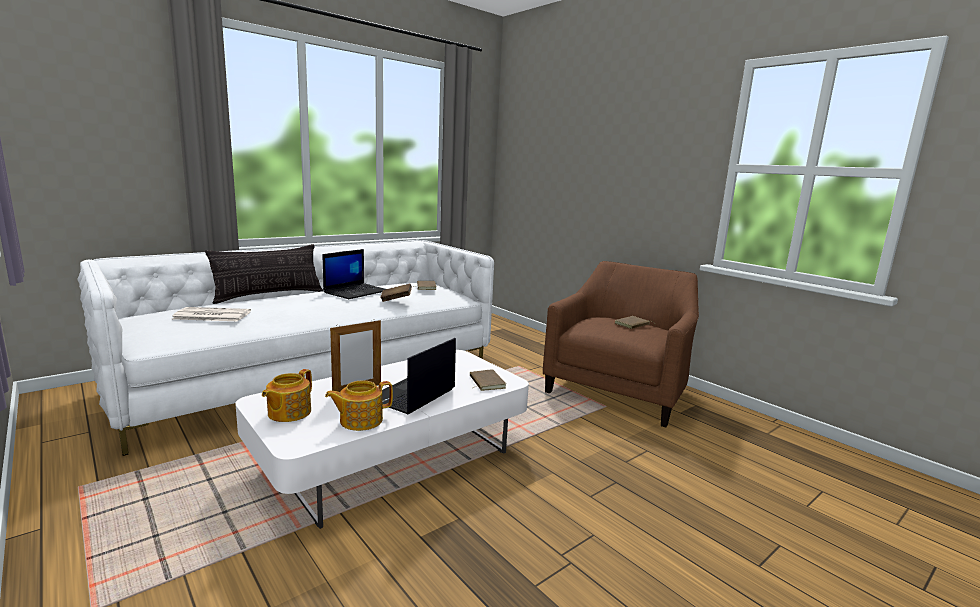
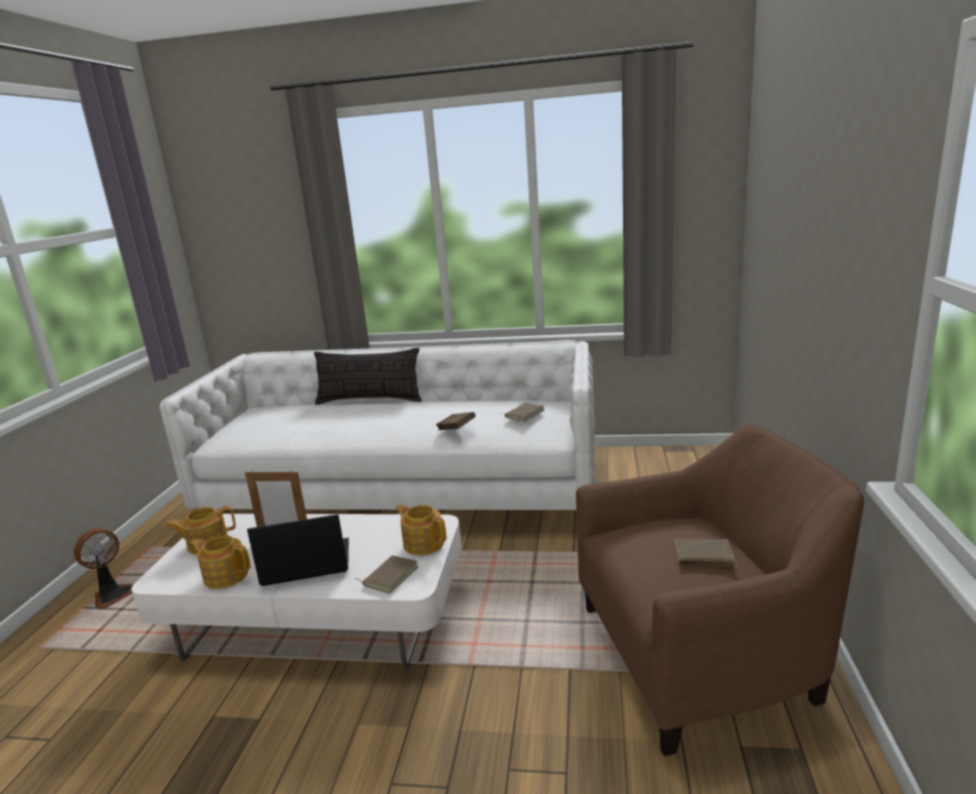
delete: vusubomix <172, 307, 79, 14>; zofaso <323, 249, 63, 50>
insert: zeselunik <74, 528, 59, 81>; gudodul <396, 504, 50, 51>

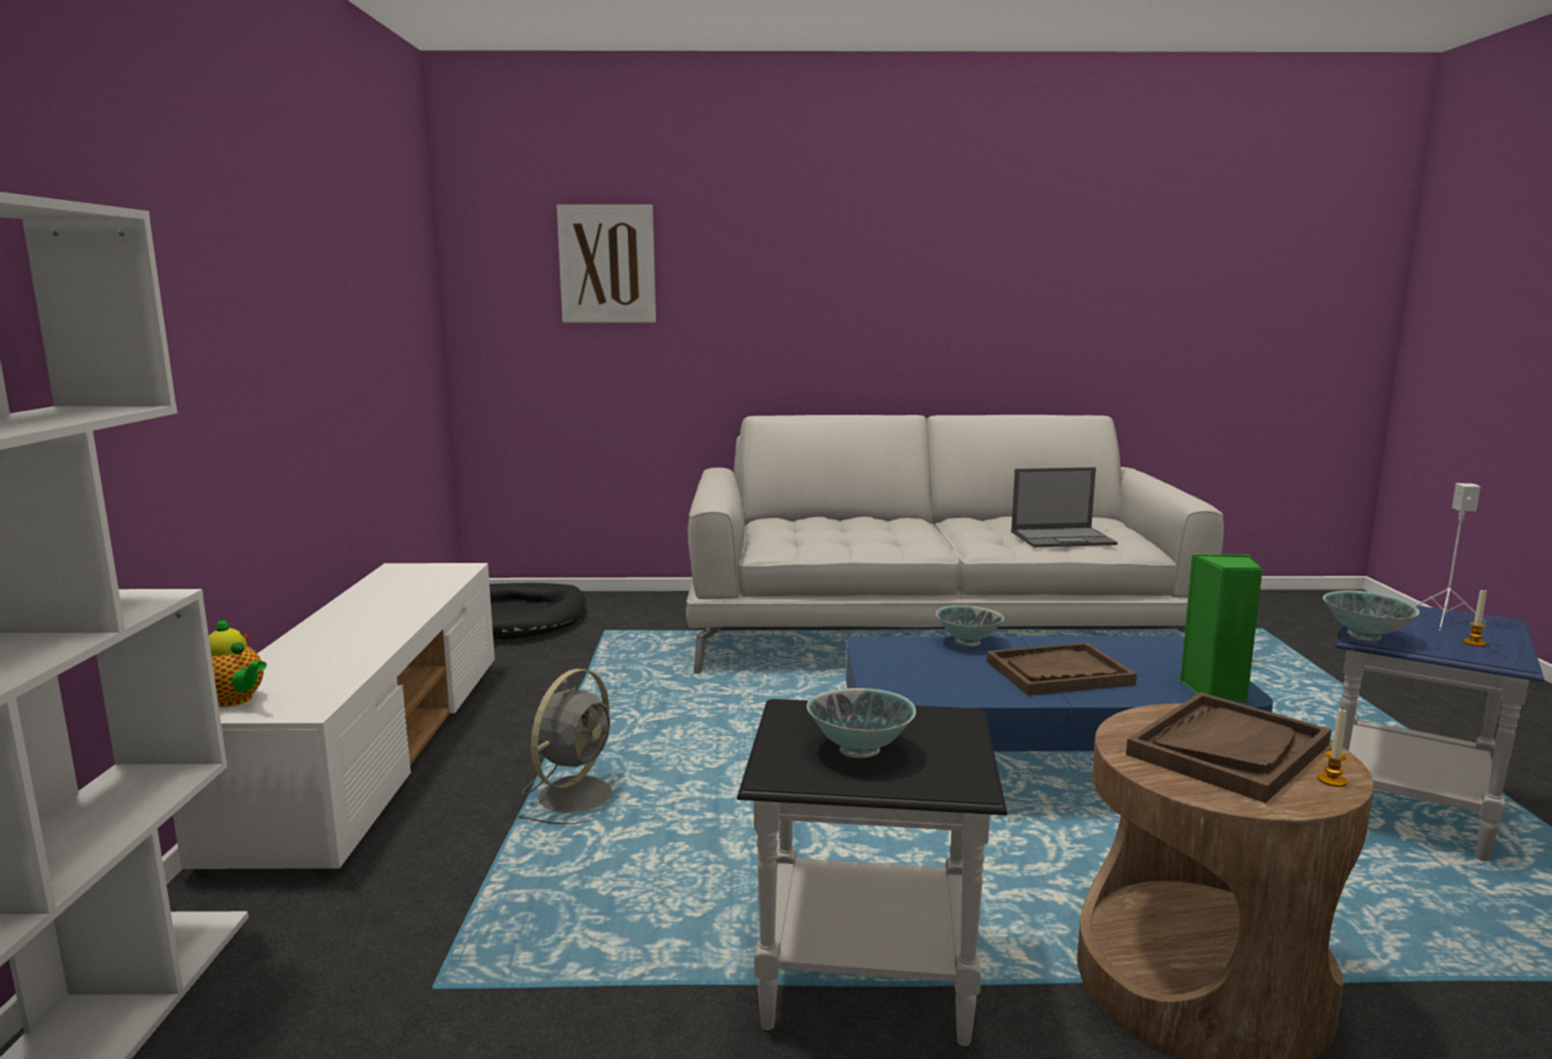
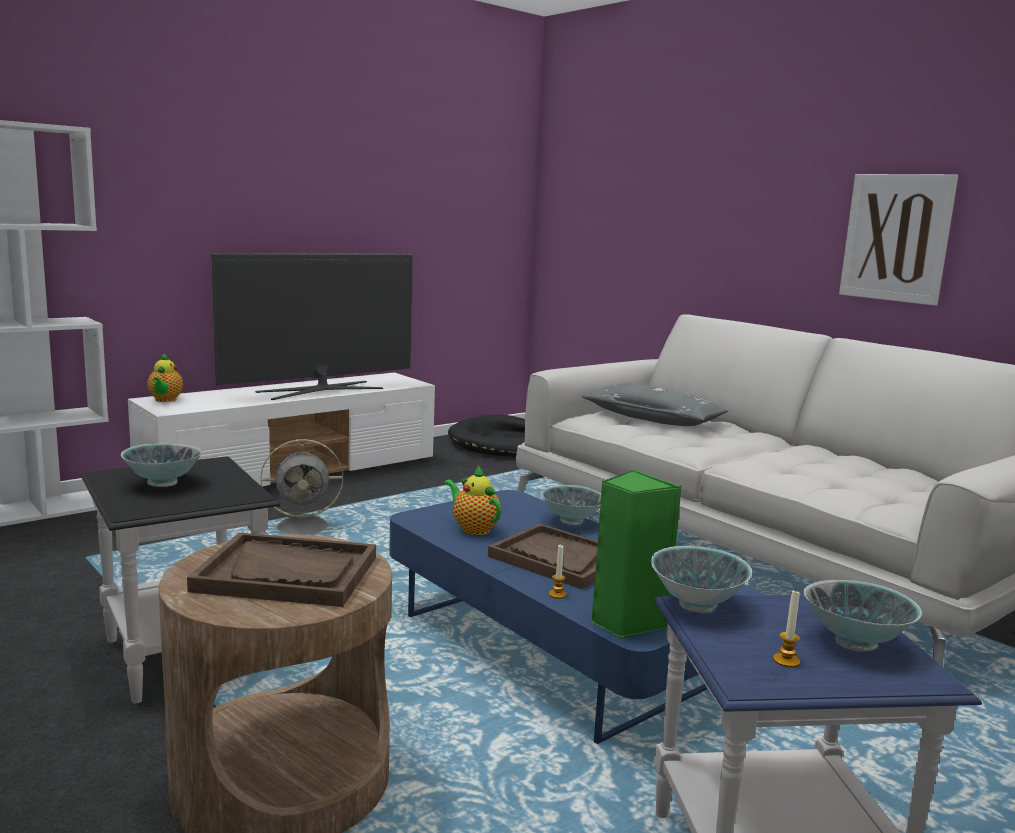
delete: zofaso <1011, 467, 107, 80>
insert: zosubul <211, 253, 202, 147>; gudodul <444, 466, 57, 69>; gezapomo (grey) <582, 384, 146, 42>
move: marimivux <557, 205, 99, 118> to <839, 174, 119, 132>; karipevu <1317, 707, 31, 80> to <549, 545, 18, 54>
replace: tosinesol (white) <1415, 483, 71, 147> to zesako <803, 580, 119, 72>

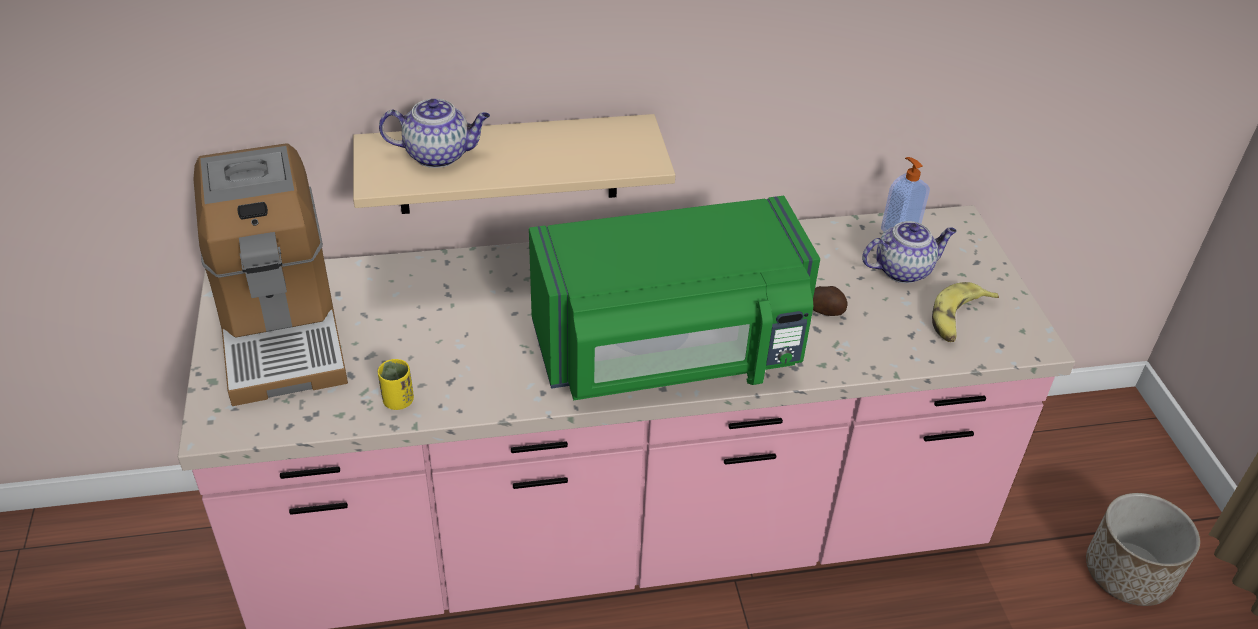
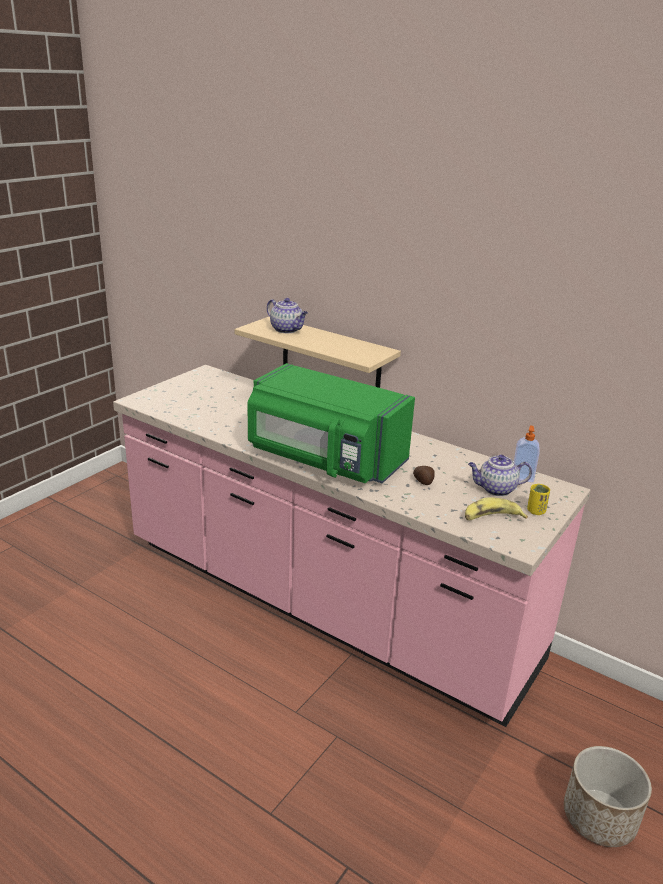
delete: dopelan <193, 143, 155, 263>
move: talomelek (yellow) <378, 359, 36, 51> to <527, 484, 23, 31>
rotate: gudodul <862, 221, 95, 62> = <468, 455, 64, 41> 150 degrees clockwise

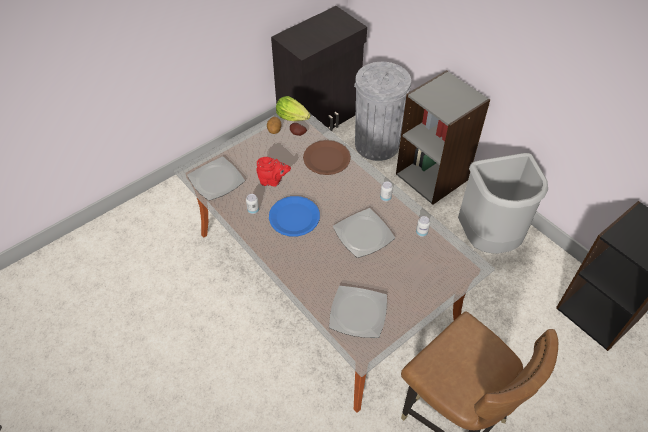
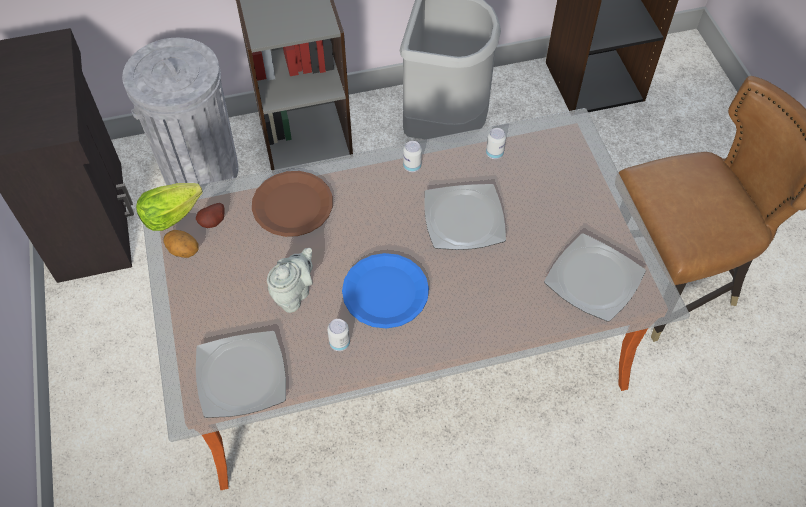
recolor: gudodul (red) <256, 157, 35, 30> to gudodul (grey) <267, 248, 46, 65>

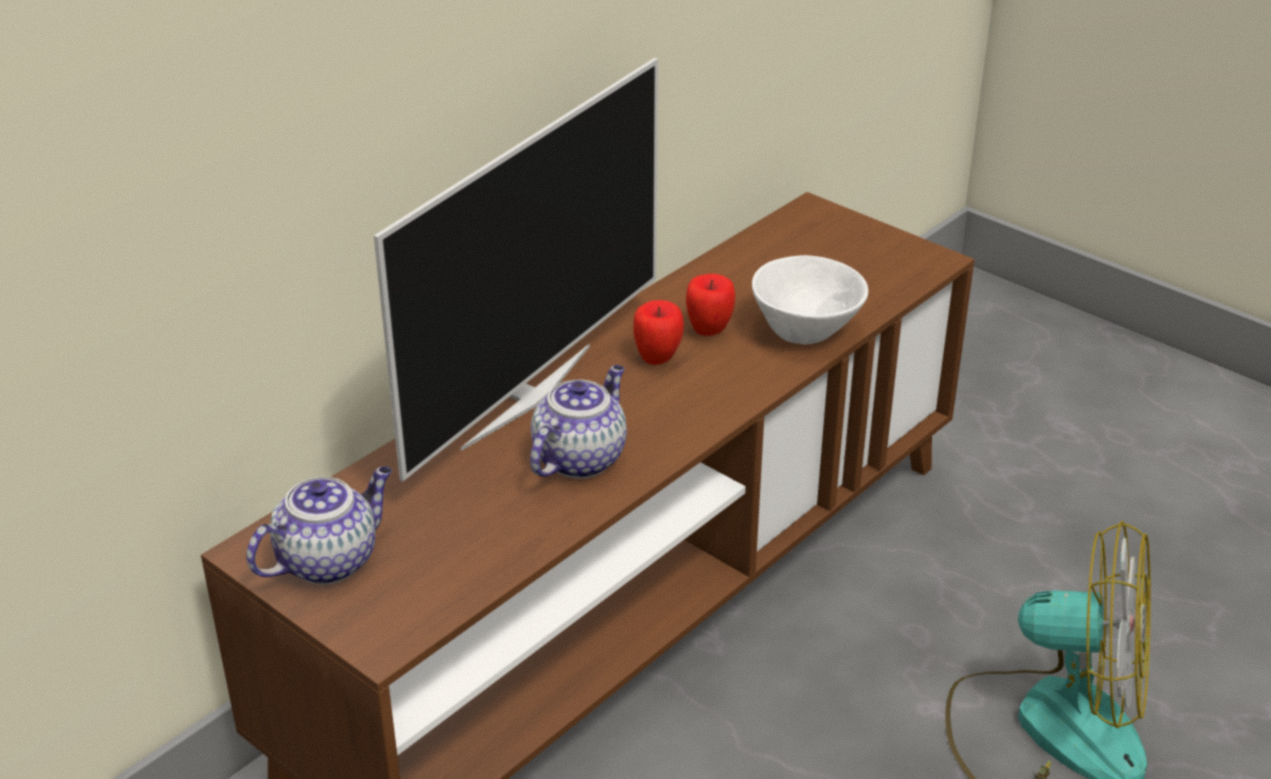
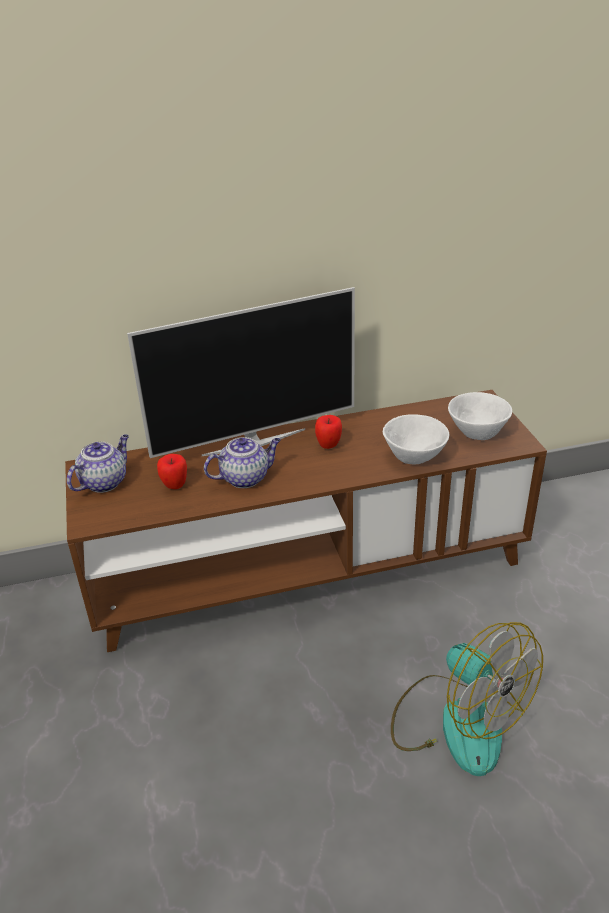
insert: zesako (white) <448, 392, 64, 48>
move: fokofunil <686, 274, 49, 62> to <157, 454, 30, 35>
rotate: gudodul <246, 466, 146, 119> = <67, 434, 62, 59> 45 degrees counterclockwise

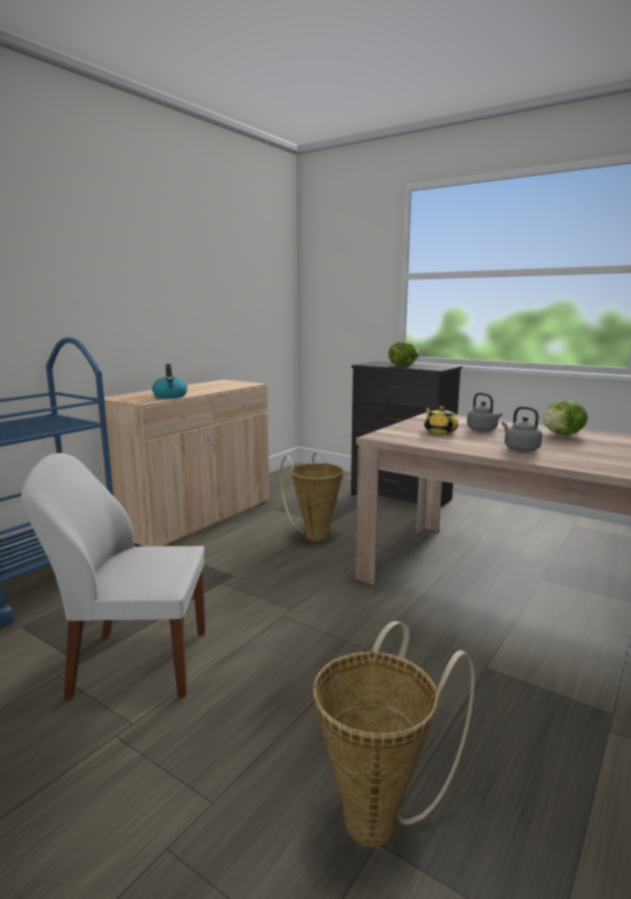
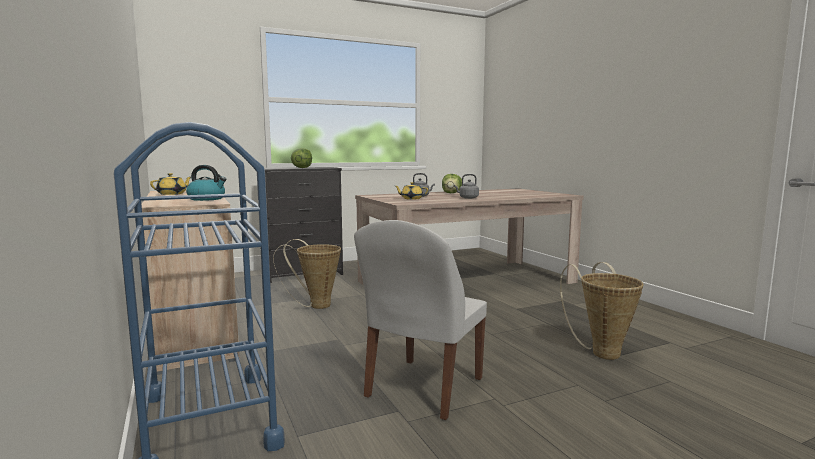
insert: gudodul (yellow) <150, 173, 41, 22>

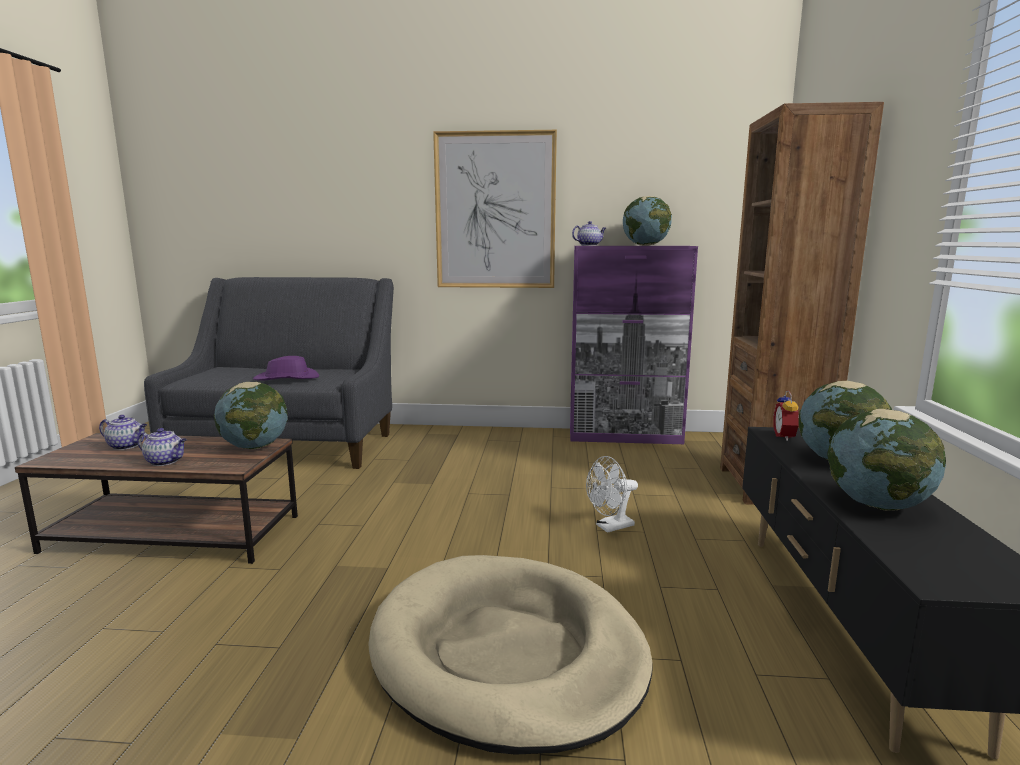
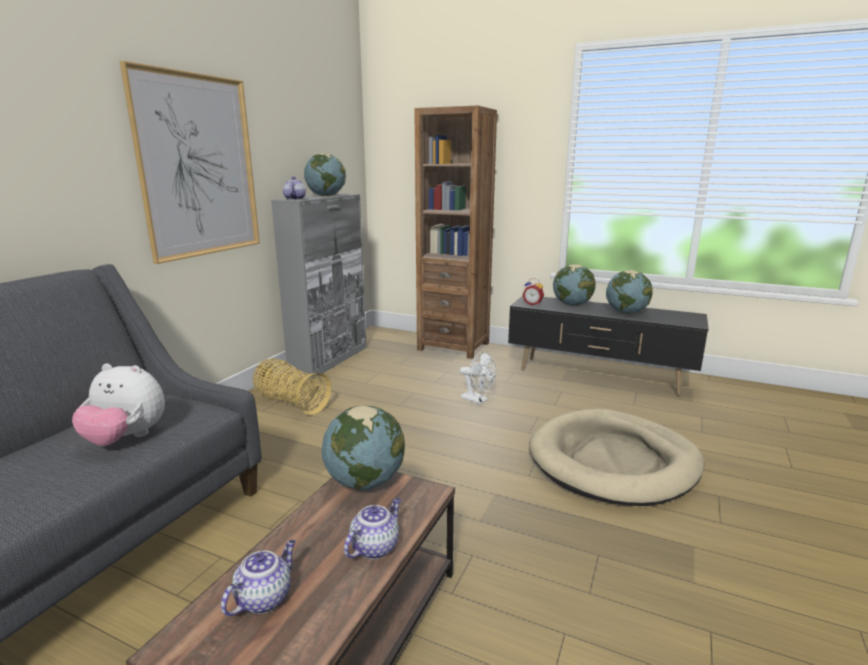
insert: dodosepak <253, 358, 78, 57>
replace: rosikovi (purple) <253, 356, 66, 25> to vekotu <72, 364, 93, 82>
recolor: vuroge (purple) <570, 246, 128, 198> to vuroge (grey) <271, 194, 96, 185>
rotate: zeselunik (white) <586, 456, 52, 77> = <460, 352, 36, 52> 45 degrees counterclockwise

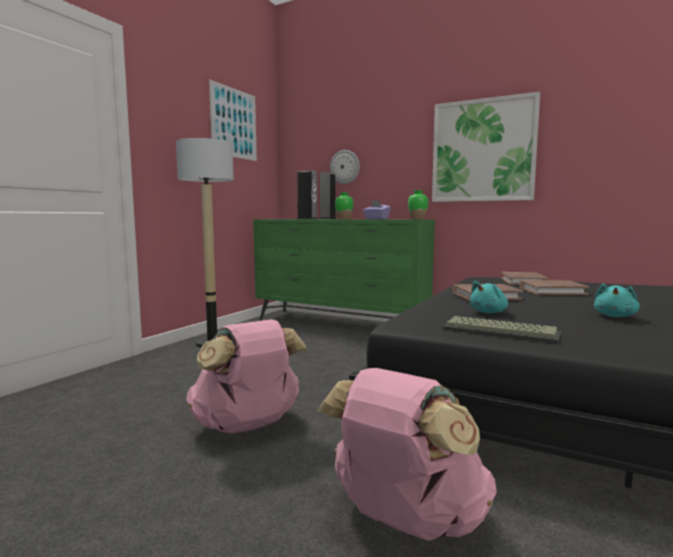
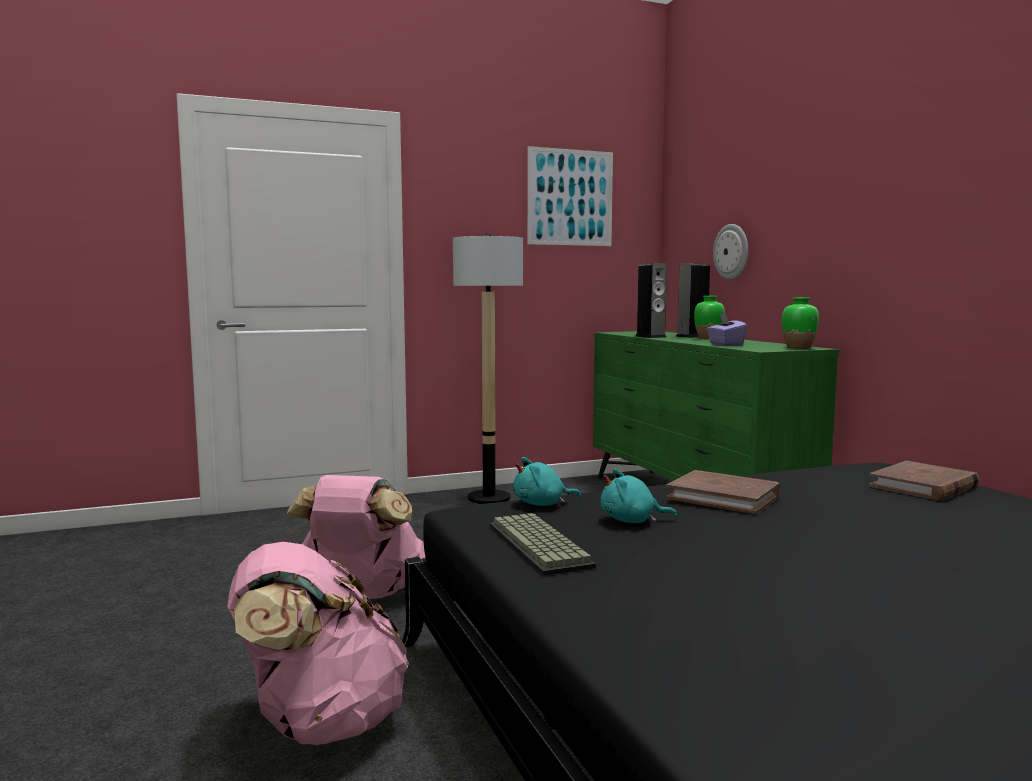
delete: marimivux <432, 92, 108, 110>; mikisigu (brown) <520, 280, 70, 15>
move: vekotu (turquoise) <594, 283, 46, 34> to <513, 457, 68, 49>

